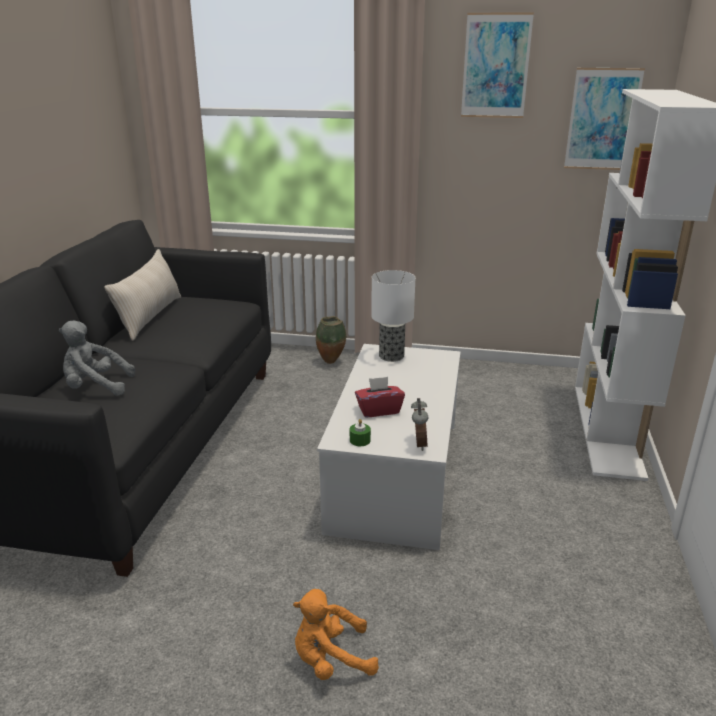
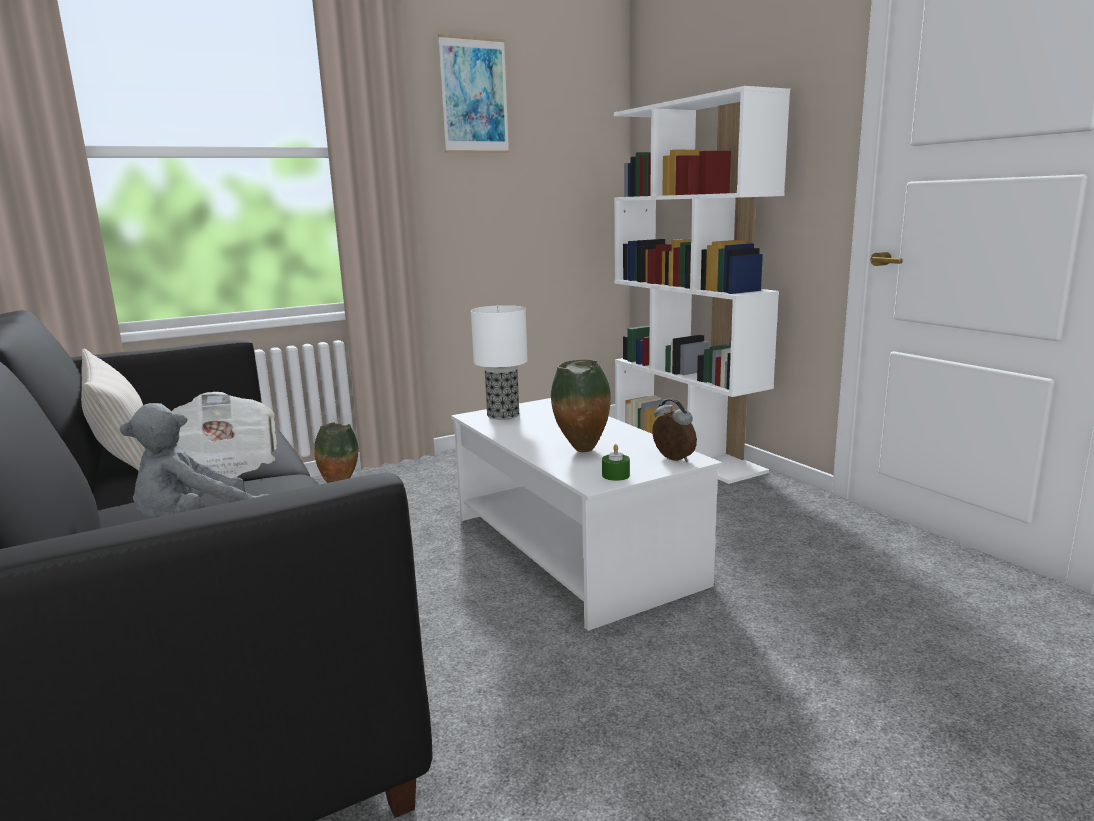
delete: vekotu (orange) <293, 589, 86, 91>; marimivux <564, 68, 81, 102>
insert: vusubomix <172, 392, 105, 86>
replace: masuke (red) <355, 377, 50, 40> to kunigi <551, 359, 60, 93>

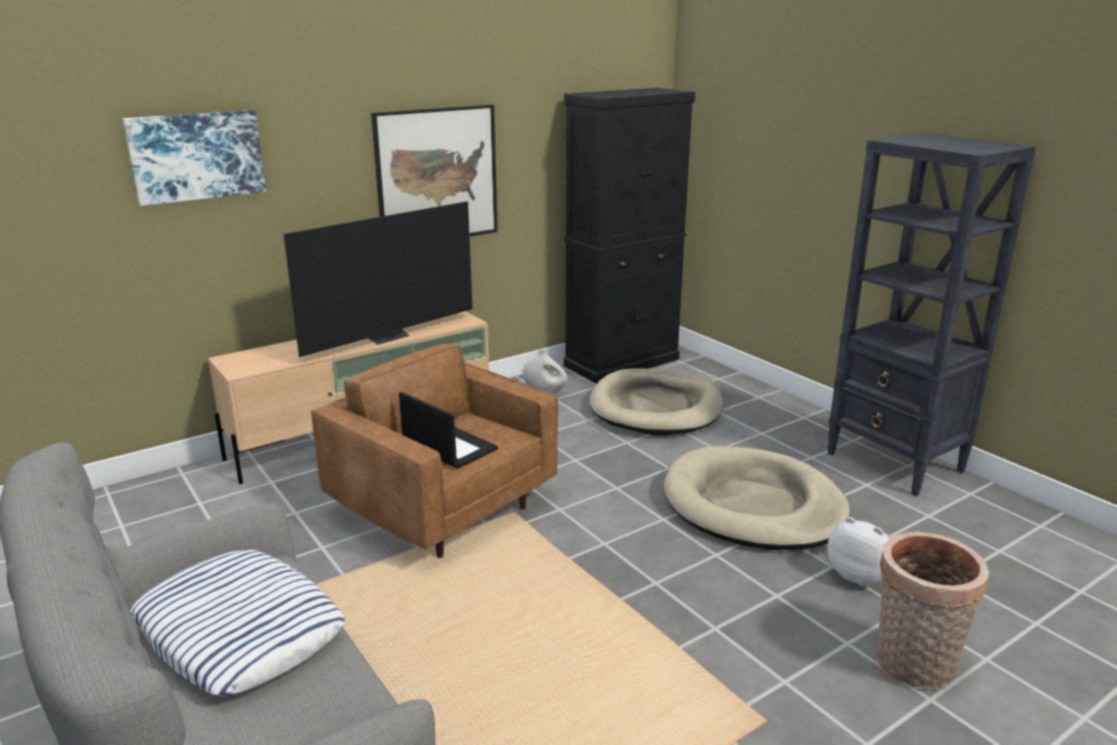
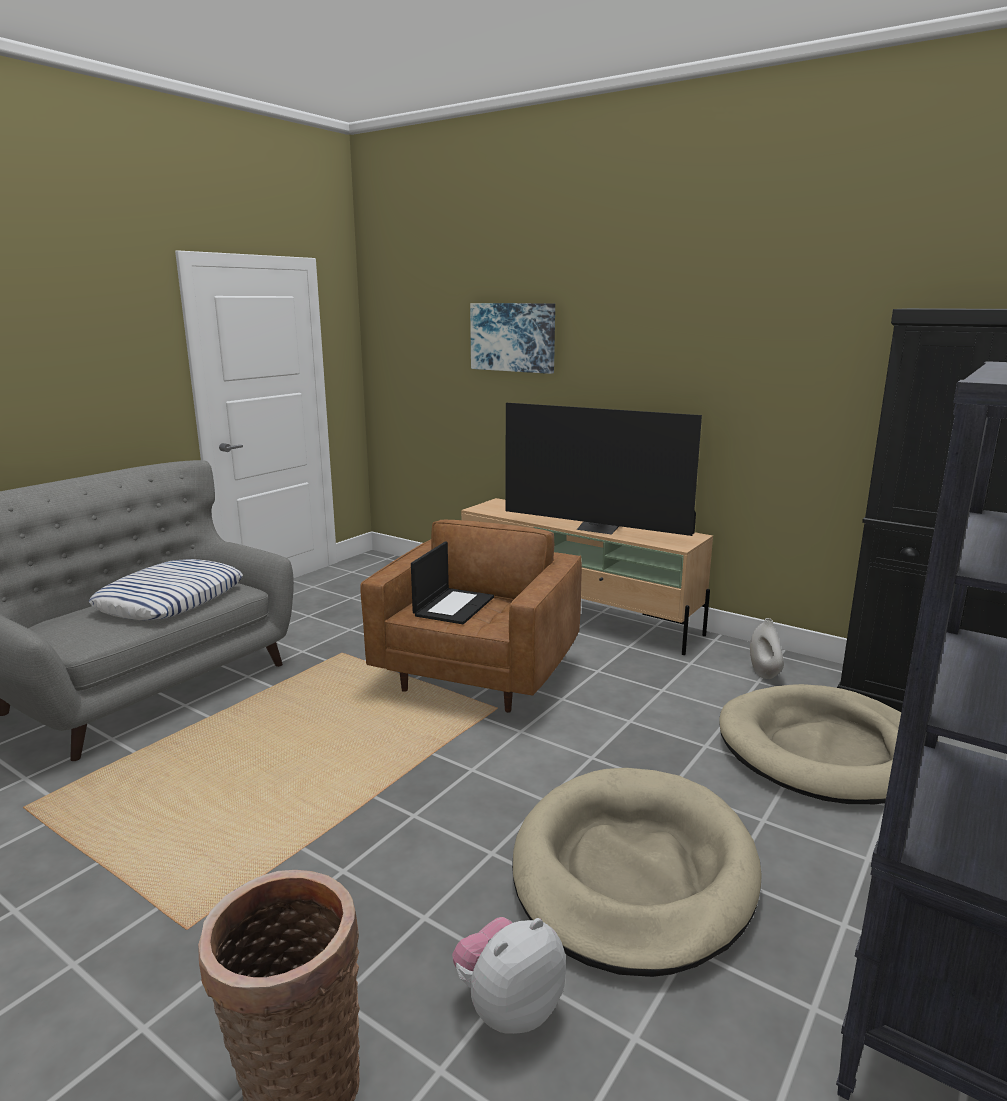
delete: marimivux <371, 105, 127, 131>
rotate: vekotu <827, 517, 66, 70> = <452, 917, 114, 117> 150 degrees counterclockwise

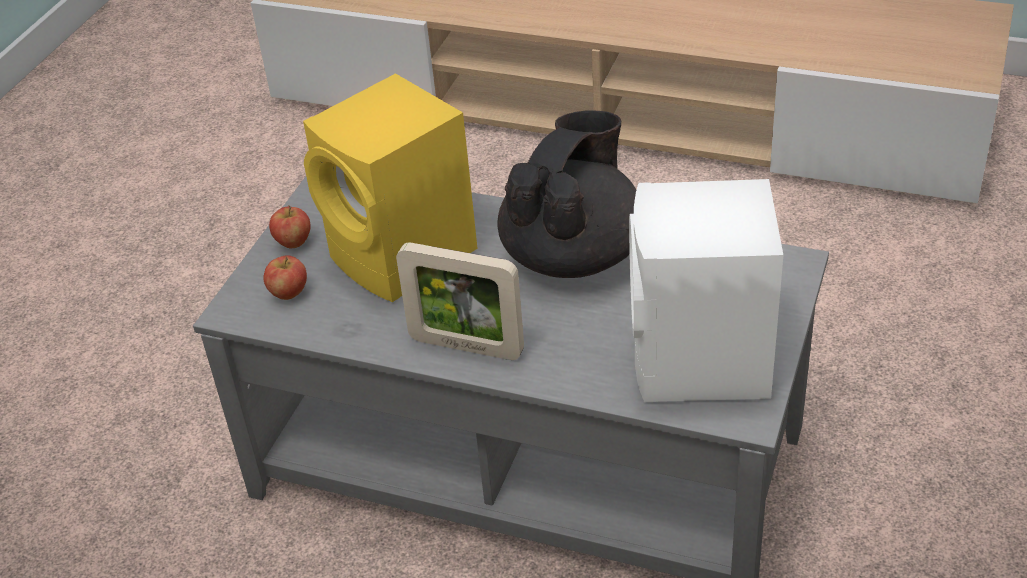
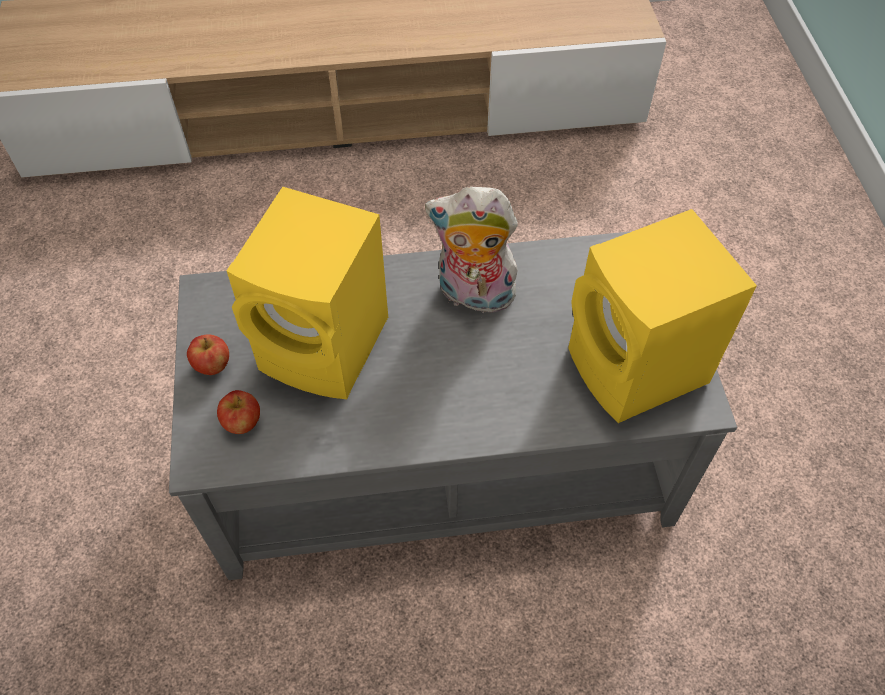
delete: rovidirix <396, 243, 128, 117>
replace: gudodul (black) <498, 110, 138, 168> to vekotu <425, 186, 98, 132>
recolor: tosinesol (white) <629, 179, 154, 223> to tosinesol (yellow) <568, 209, 189, 214>

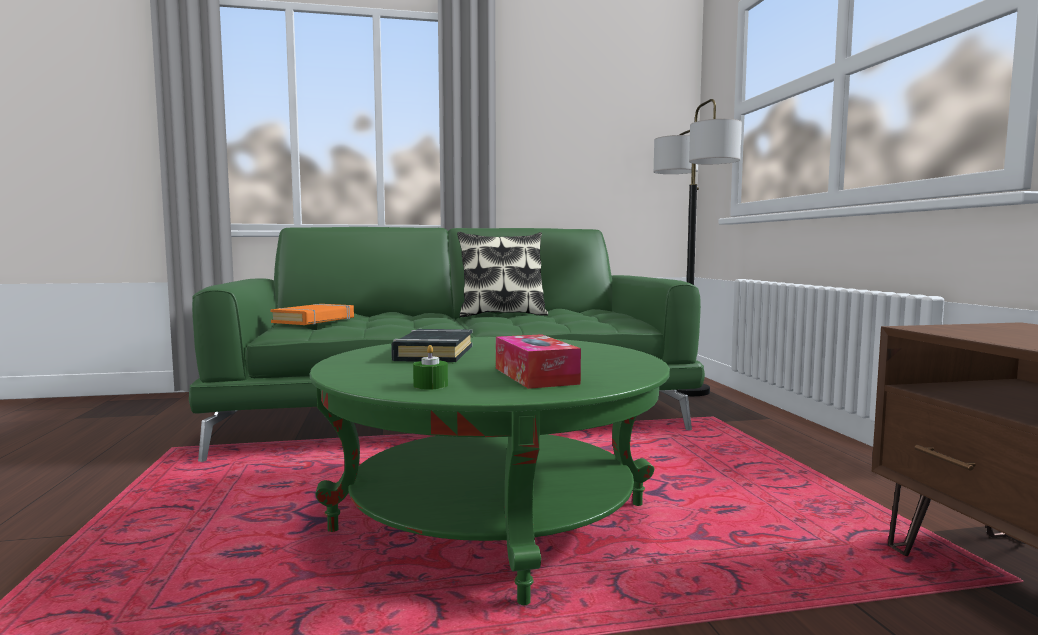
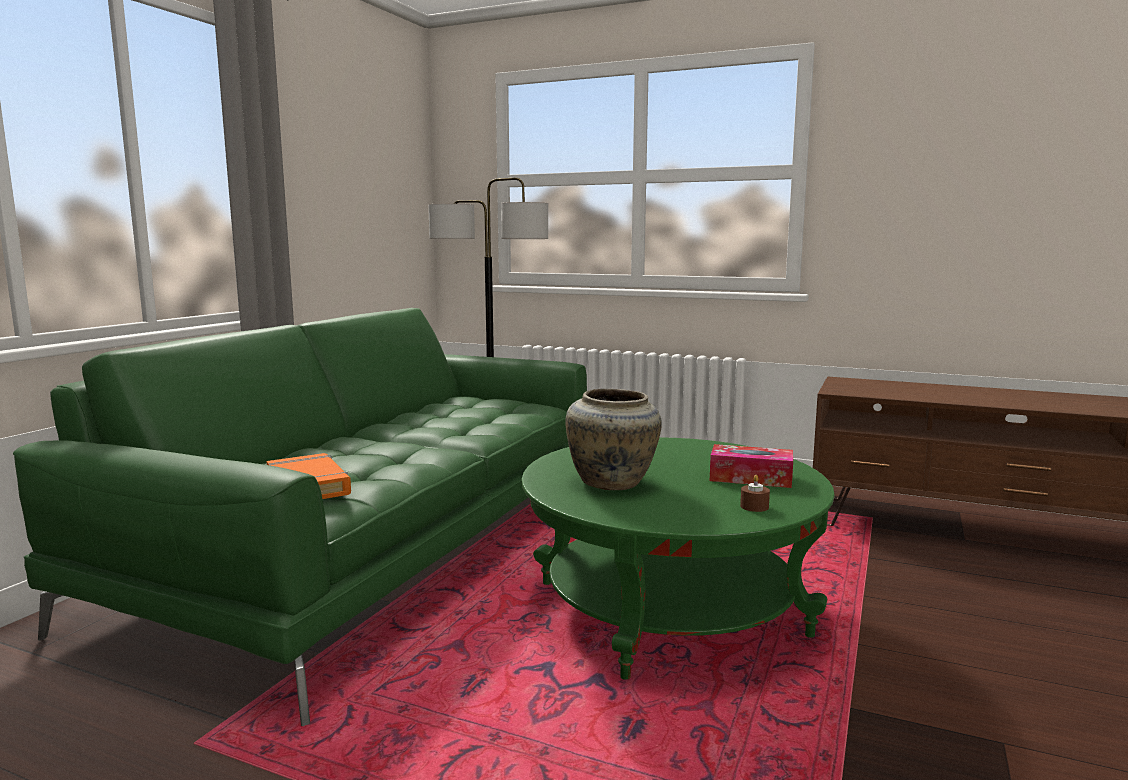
delete: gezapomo <457, 232, 91, 85>
replace: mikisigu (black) <391, 329, 81, 33> to kunigi (beige) <565, 389, 97, 101>
recolor: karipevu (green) <413, 345, 35, 45> to karipevu (brown) <740, 475, 30, 37>

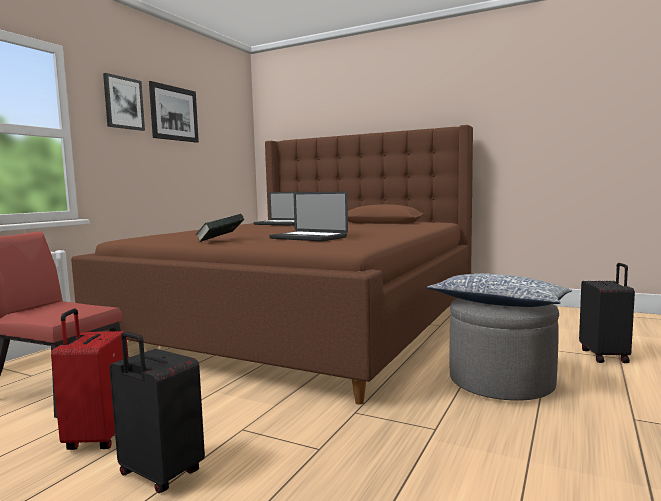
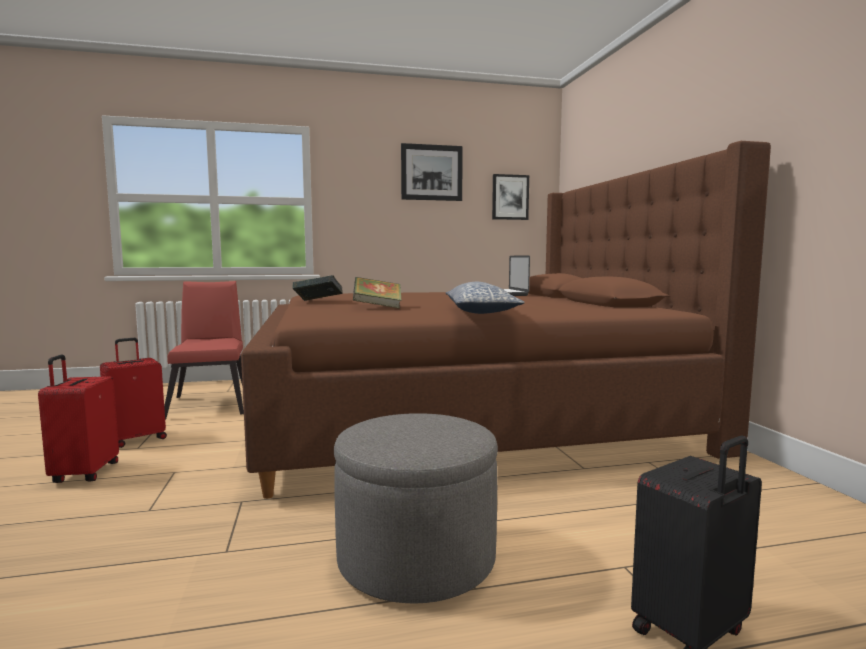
move: marimivux <103, 73, 42, 58> to <492, 174, 37, 46>; gezapomo <427, 273, 145, 34> to <446, 282, 79, 32>
replace: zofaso <269, 191, 79, 50> to mikisigu <353, 277, 49, 32>
recolor: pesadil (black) <109, 331, 96, 162> to pesadil (red) <38, 355, 81, 128>

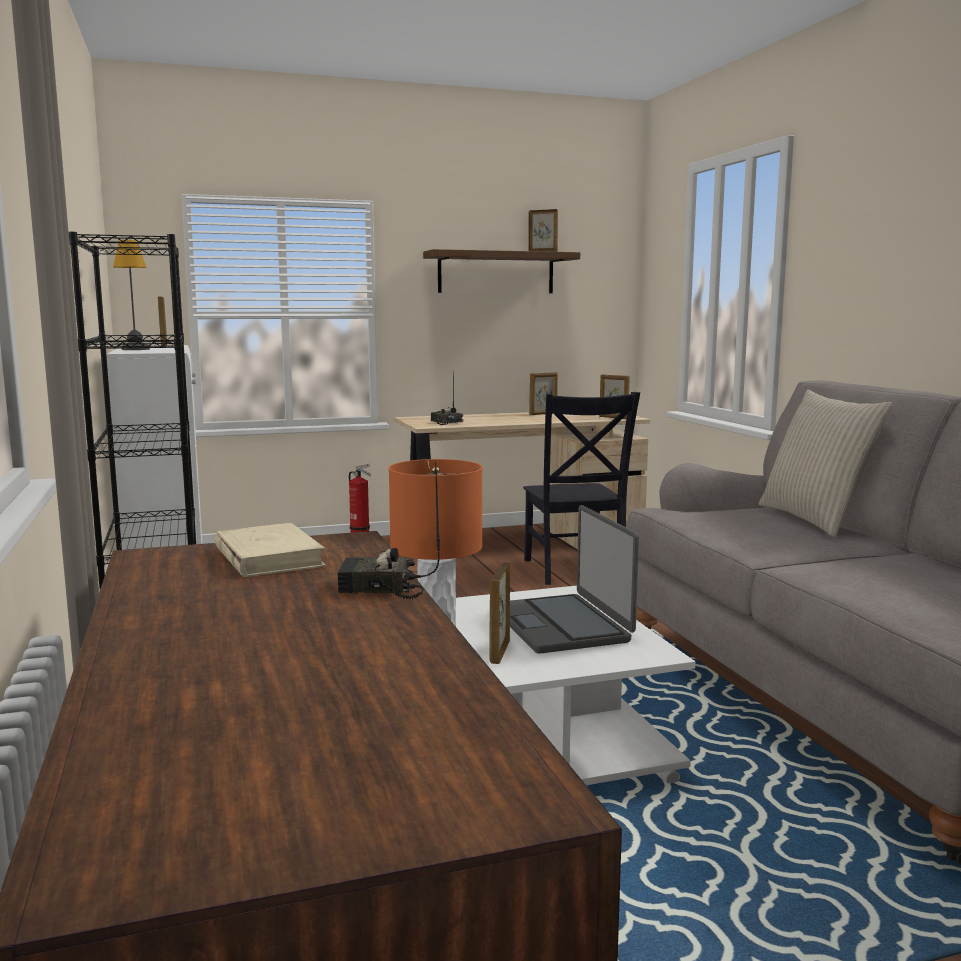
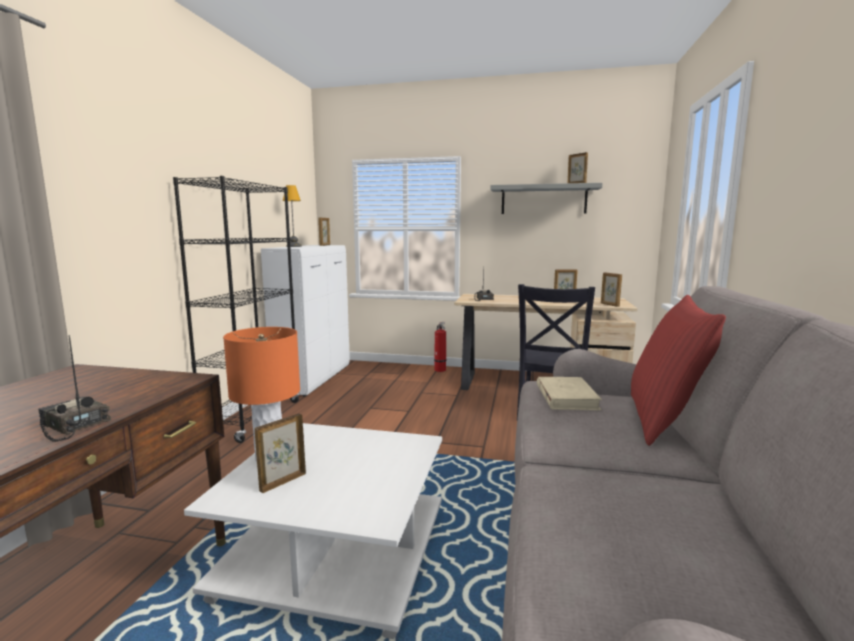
delete: zofaso <510, 505, 129, 149>
move: mikisigu (beige) <215, 523, 111, 54> to <537, 377, 65, 33>
recolor: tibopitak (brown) <423, 249, 157, 44> to tibopitak (grey) <490, 183, 113, 31>; gezapomo (beige) <759, 390, 133, 147> to gezapomo (red) <631, 295, 95, 151>

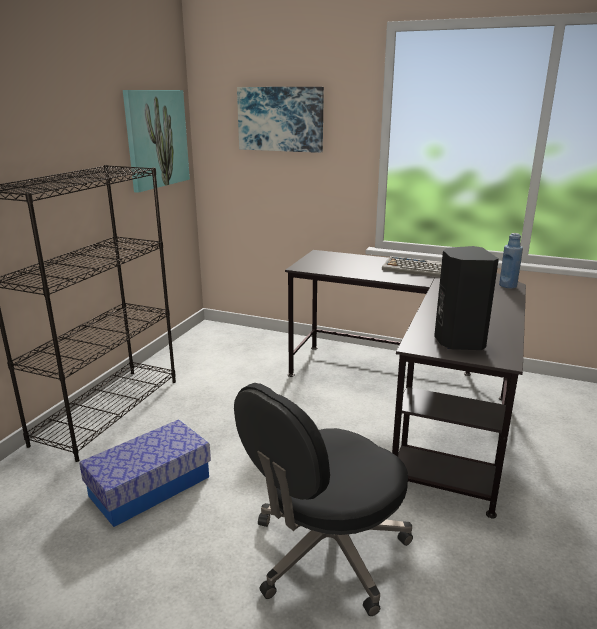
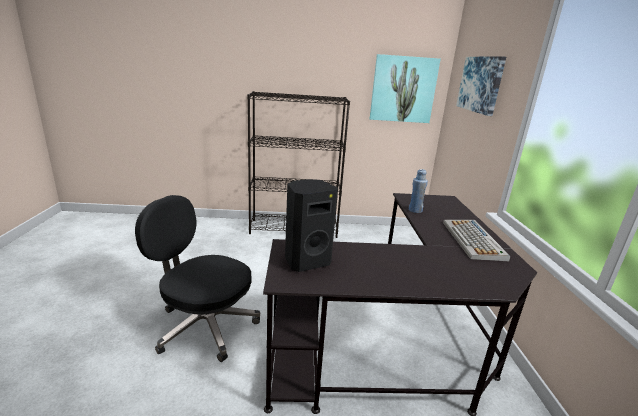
delete: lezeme <79, 419, 132, 108>
move: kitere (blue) <499, 233, 24, 55> to <409, 169, 19, 44>

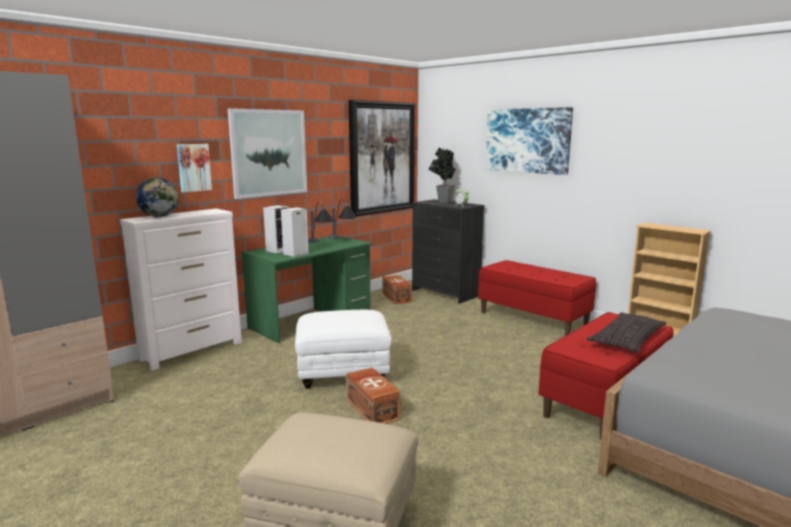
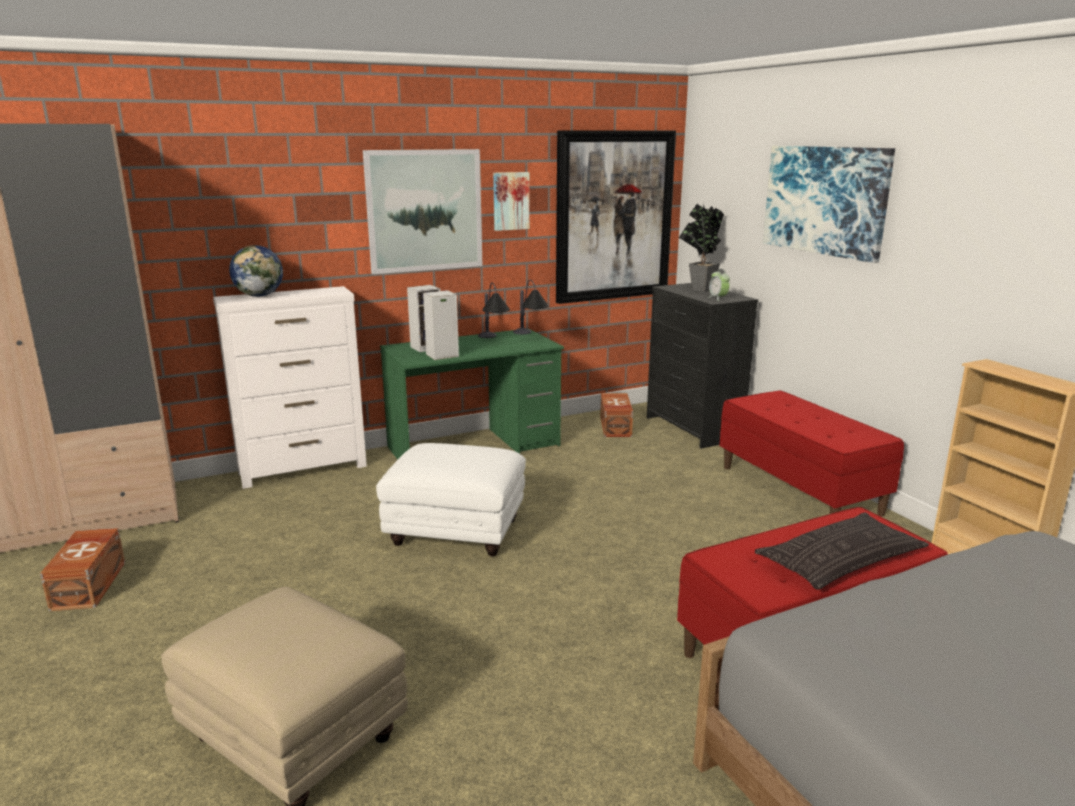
move: marimivux <177, 144, 35, 49> to <493, 172, 37, 59>; lezeme (brown) <346, 367, 55, 57> to <40, 528, 85, 83>

